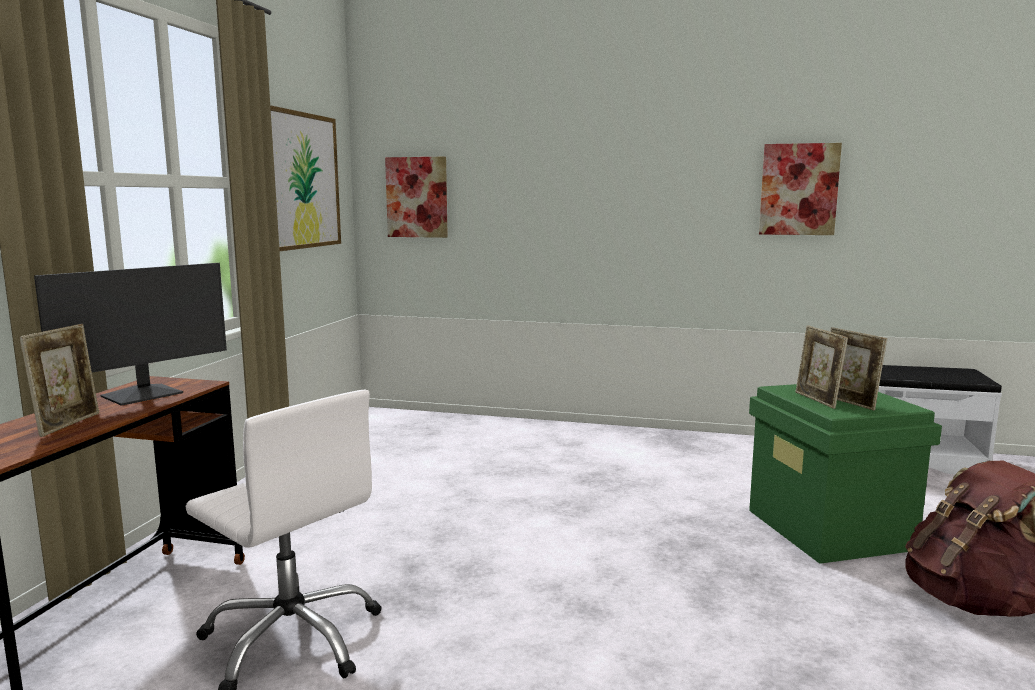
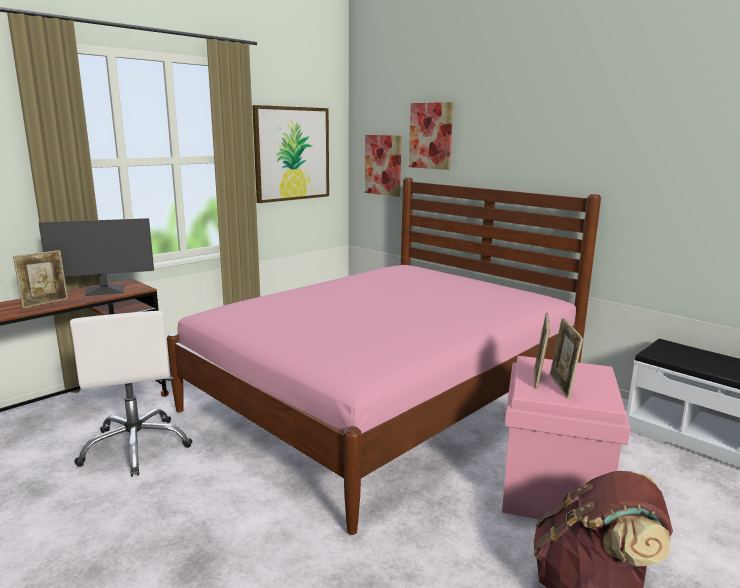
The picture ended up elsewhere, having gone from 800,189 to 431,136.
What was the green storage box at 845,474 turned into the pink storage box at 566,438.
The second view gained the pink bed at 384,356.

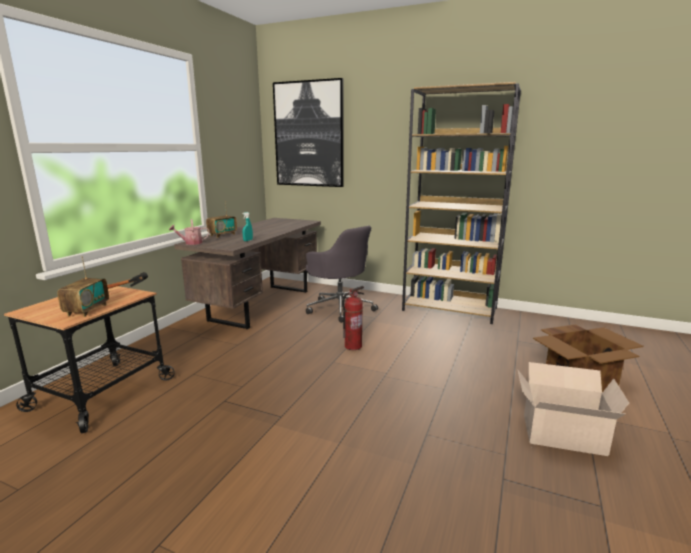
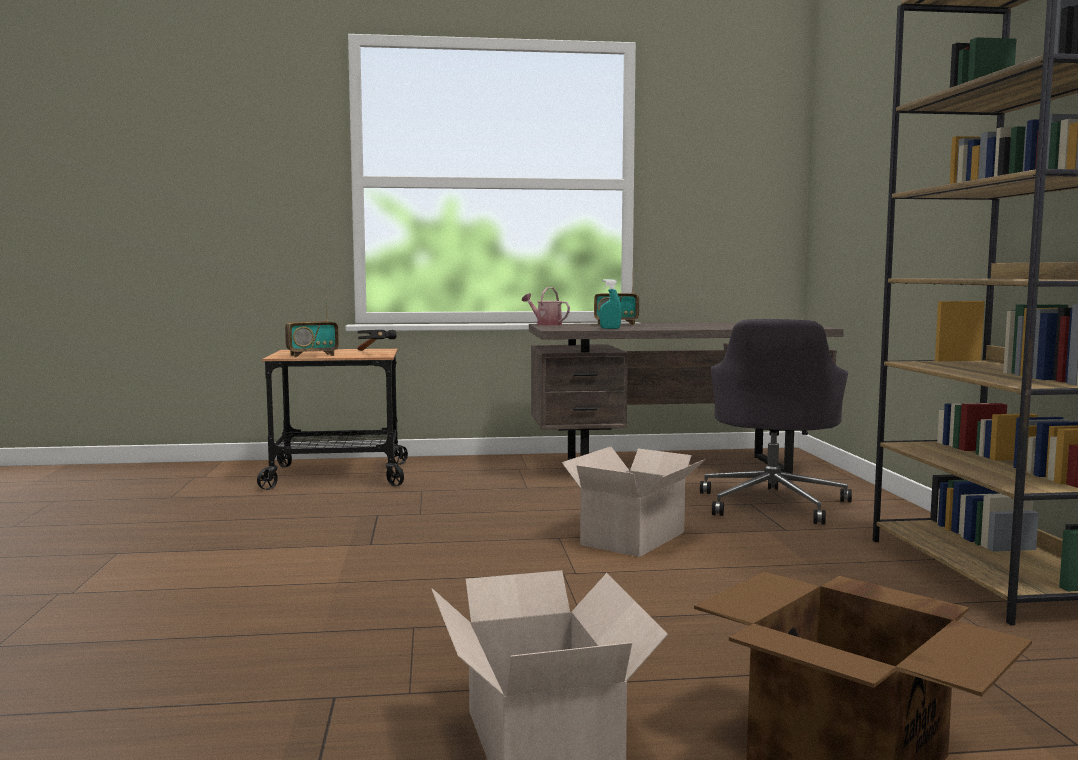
The second view lost the picture at 308,132.
Where the fire extinguisher stood at 353,318, the cardboard box came to stand at 633,502.

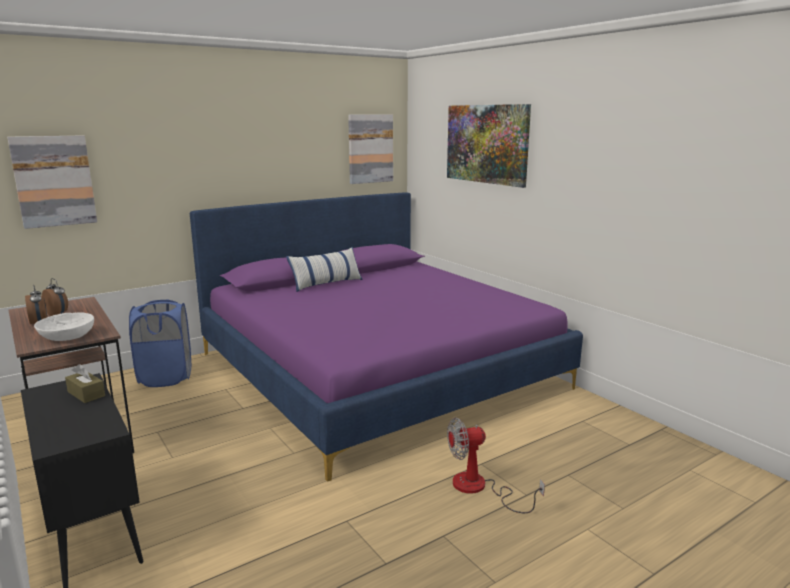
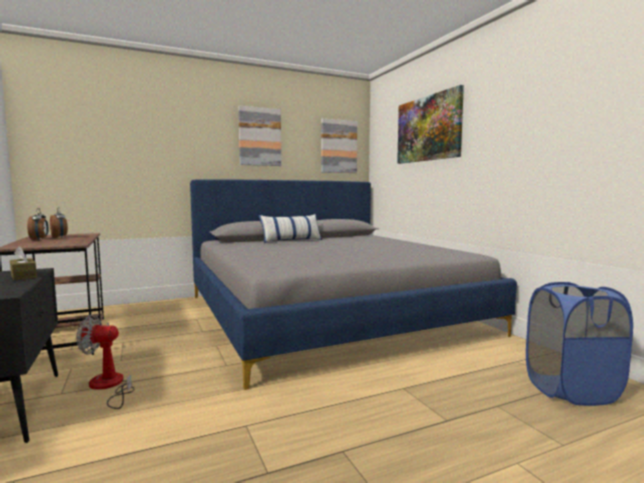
The picture ended up elsewhere, having gone from 52,182 to 259,136.
What was the purple bed at 386,337 turned into the grey bed at 353,284.
The blue laundry basket ended up elsewhere, having gone from 160,343 to 579,344.
The second view lost the white bowl at 64,326.
The fan ended up elsewhere, having gone from 496,465 to 105,362.

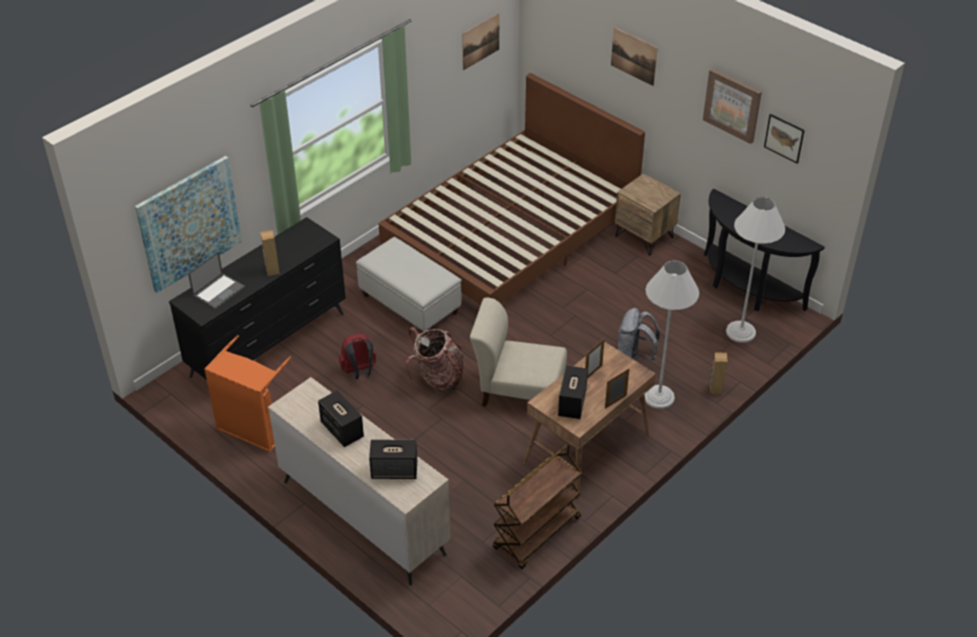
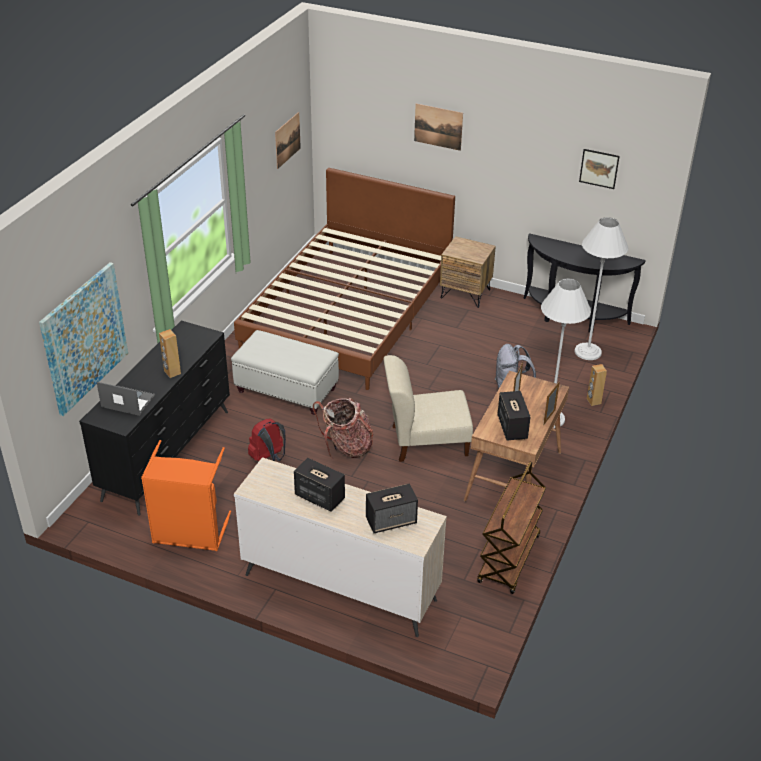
The second view lost the picture at 732,106.
The laptop at 216,280 ended up facing another way, 90 degrees counterclockwise from before.

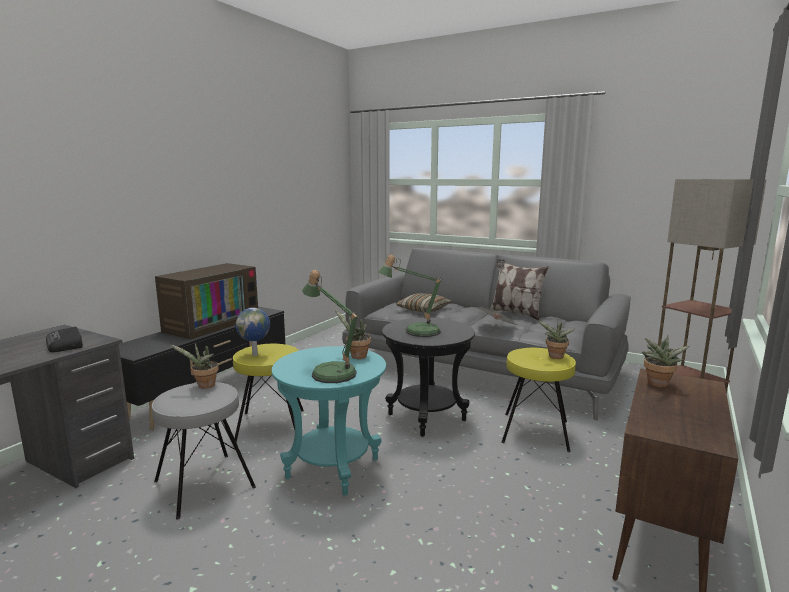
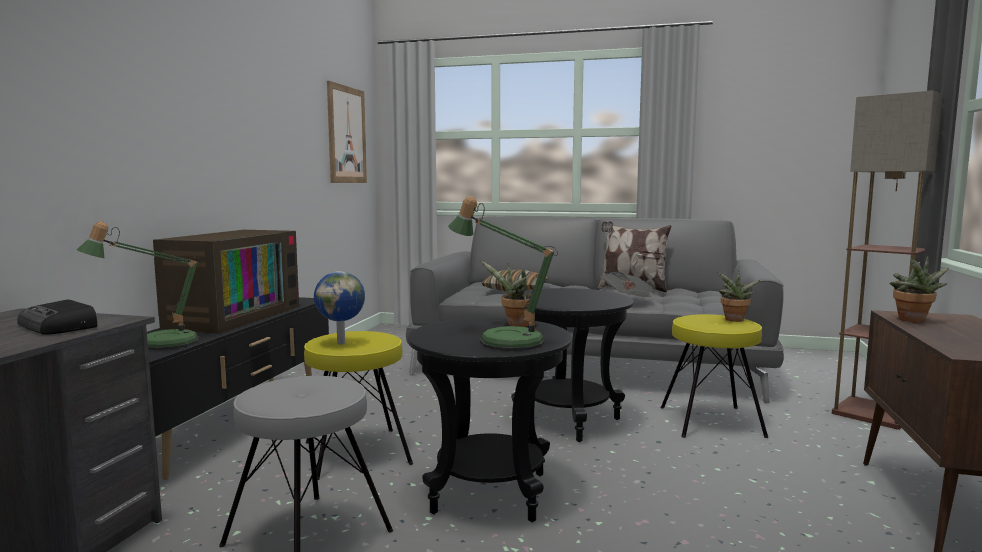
The table lamp ended up elsewhere, having gone from 410,295 to 139,285.
The second view lost the potted plant at 194,366.
What was the turquoise side table at 329,421 turned into the black side table at 490,420.
The second view gained the picture at 347,132.

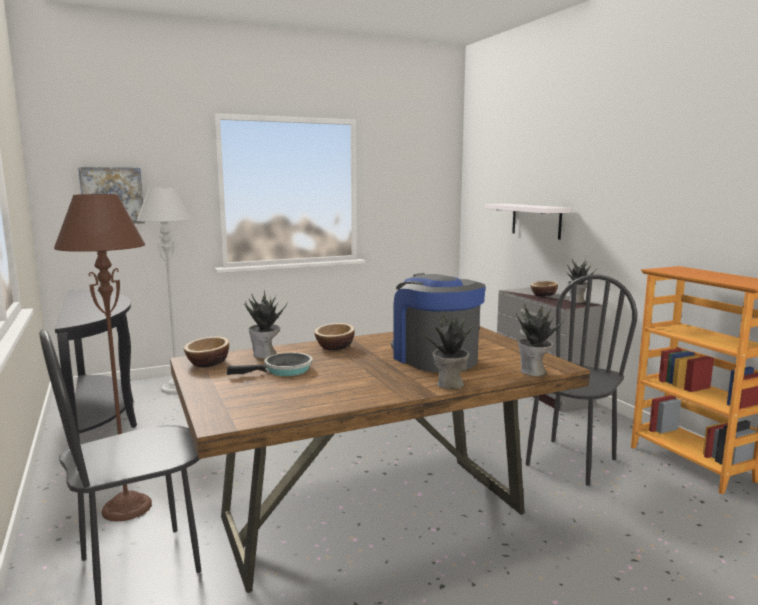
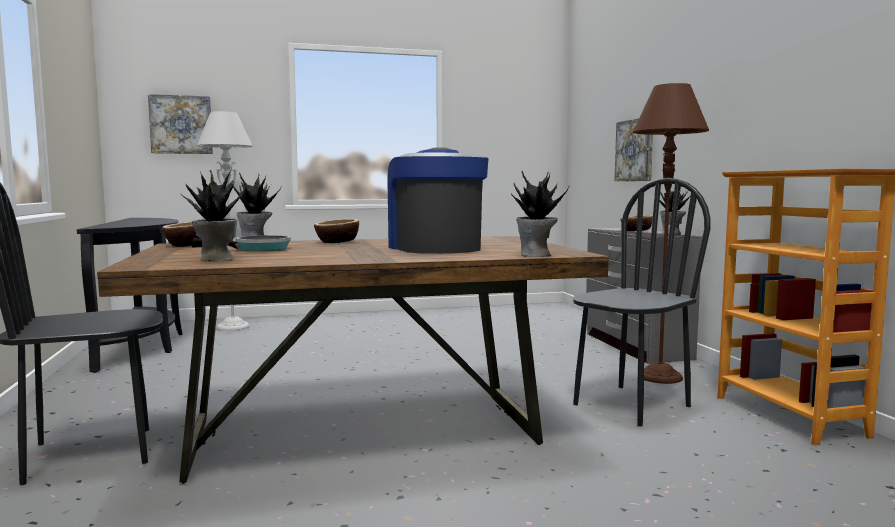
The brown floor lamp ended up elsewhere, having gone from 103,357 to 671,233.
Where the white shelf hung at 528,222, the picture came to hang at 634,149.
The potted plant ended up elsewhere, having gone from 446,349 to 212,216.

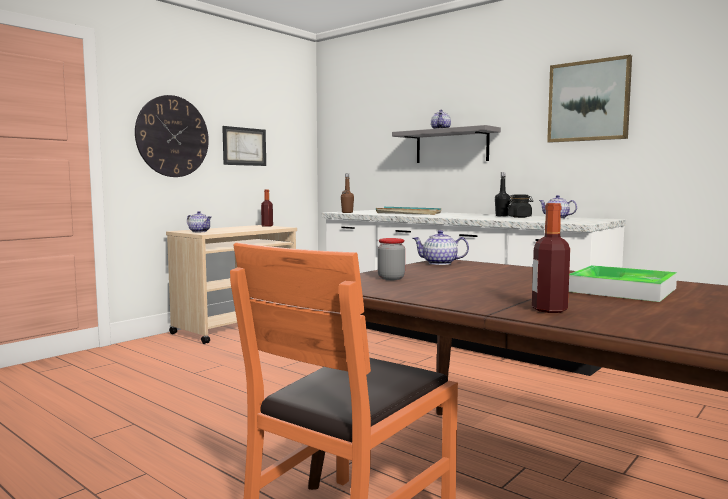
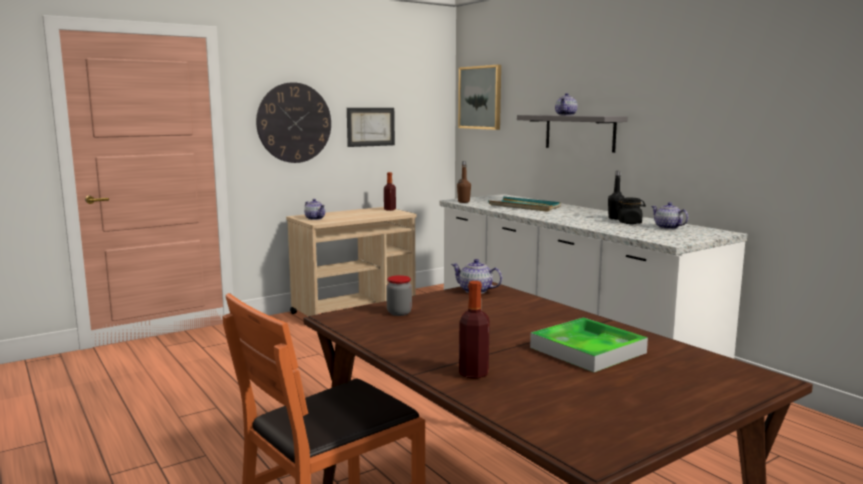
The picture ended up elsewhere, having gone from 589,99 to 479,97.

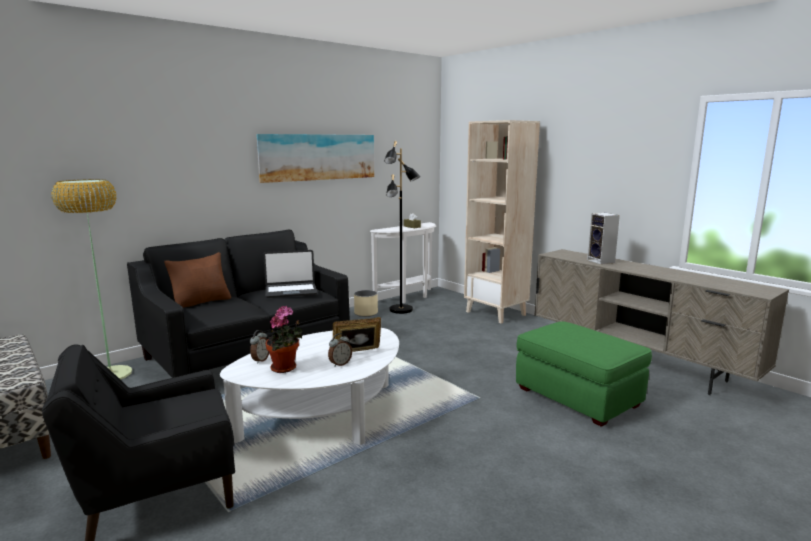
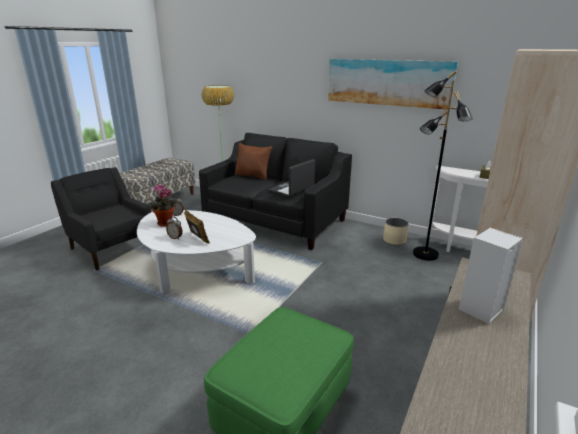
The laptop at 290,274 ended up facing another way, 75 degrees clockwise from before.

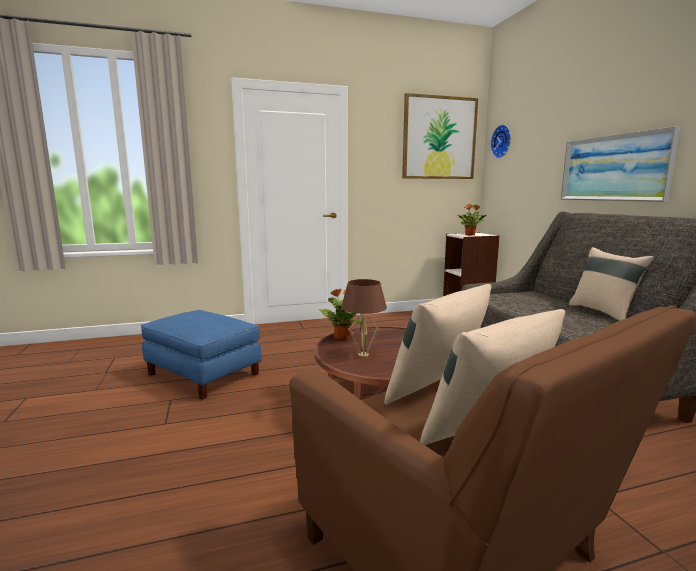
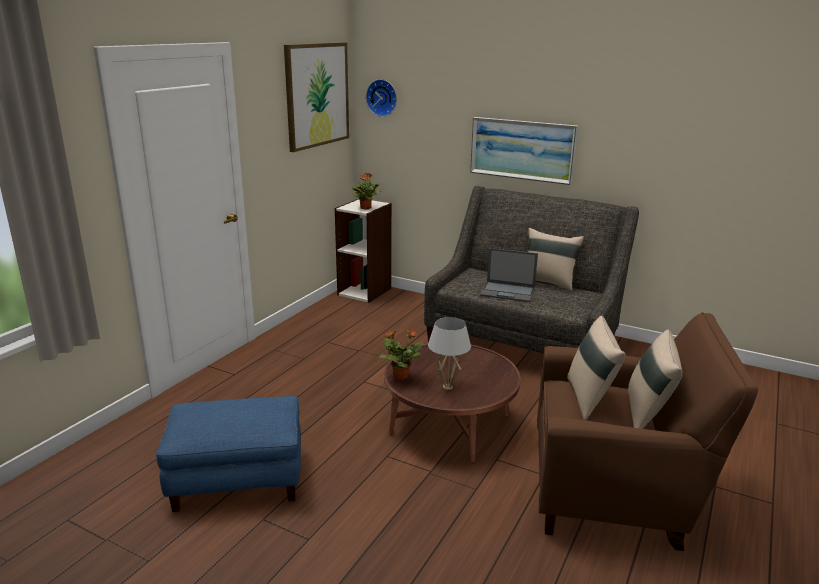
What was the brown table lamp at 364,318 turned into the white table lamp at 449,353.
The second view gained the laptop at 509,275.

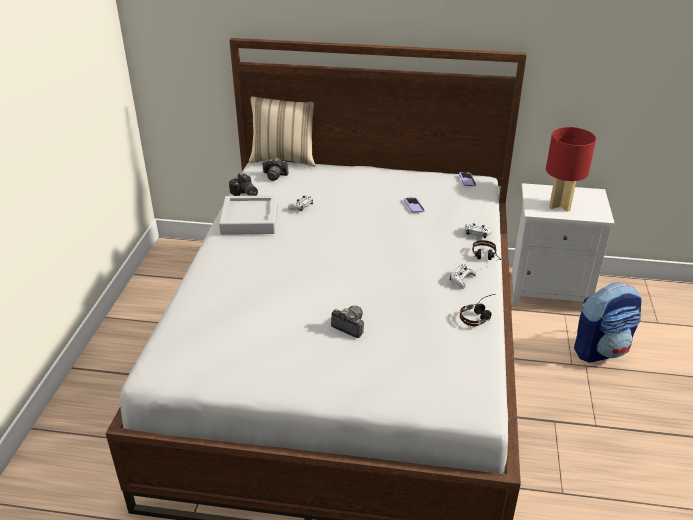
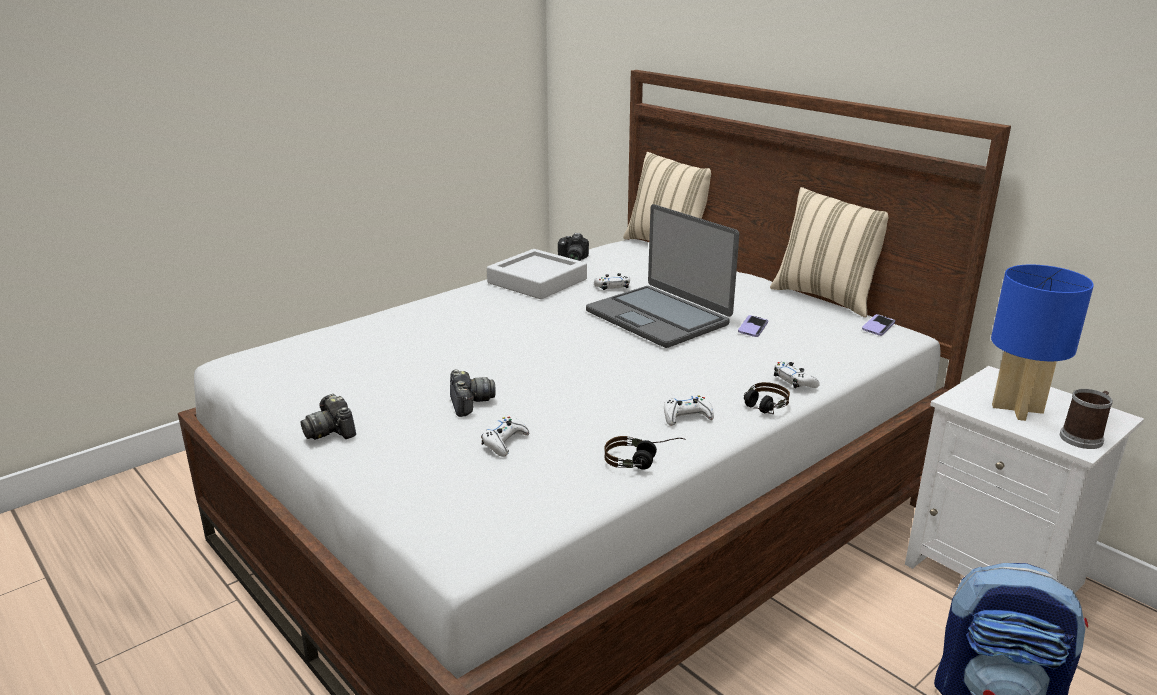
What was the red table lamp at 571,169 turned into the blue table lamp at 1042,343.
The photo camera ended up elsewhere, having gone from 275,169 to 328,417.
The second view gained the beige pillow at 829,252.
The second view gained the laptop at 662,276.
The second view gained the mug at 1086,419.
The second view gained the white game controller at 505,437.

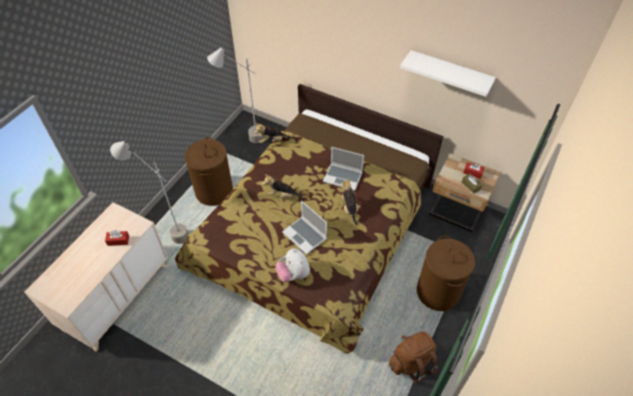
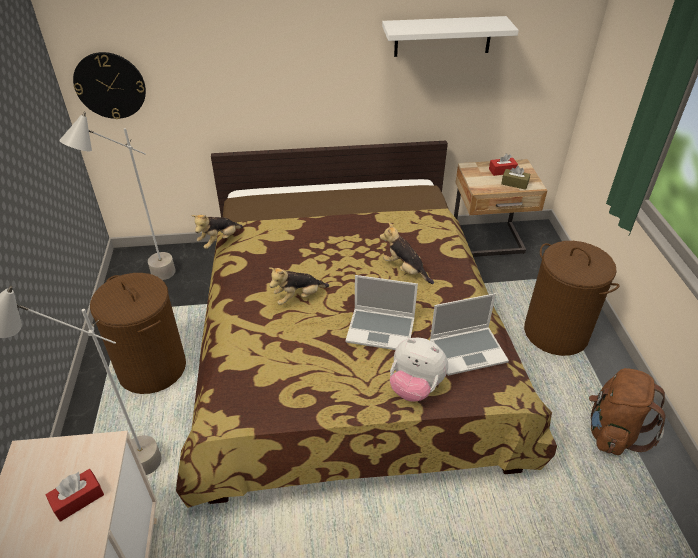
The laptop ended up elsewhere, having gone from 343,169 to 469,334.
The second view gained the wall clock at 109,85.

